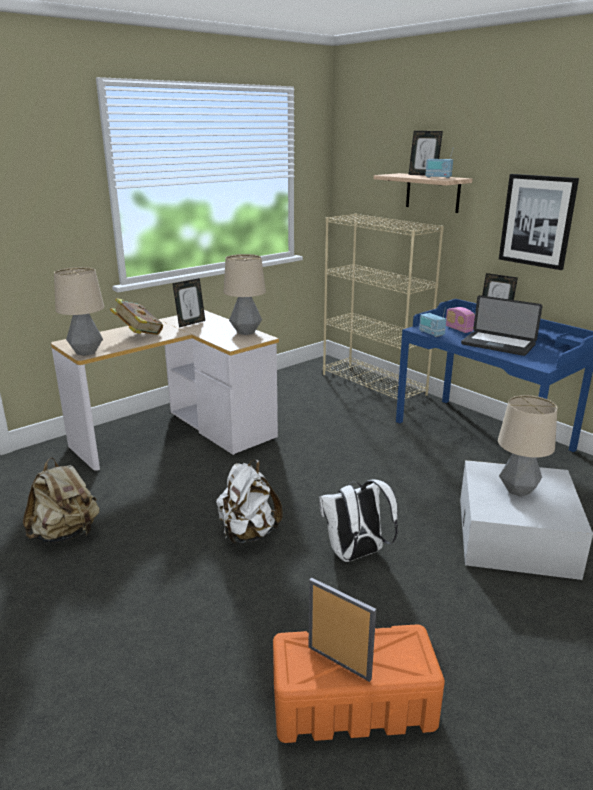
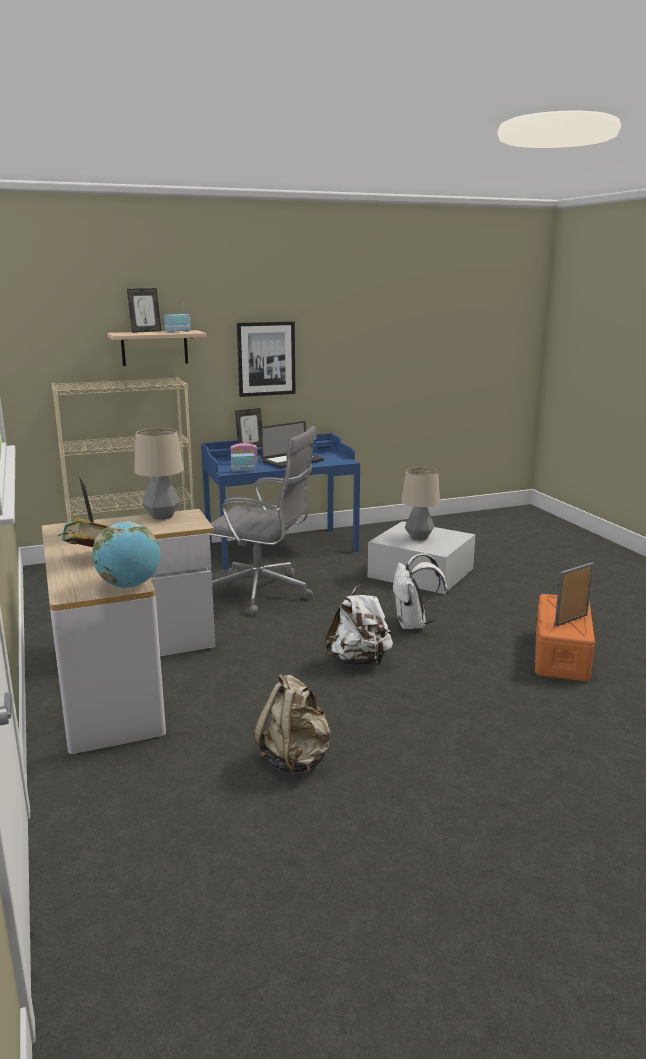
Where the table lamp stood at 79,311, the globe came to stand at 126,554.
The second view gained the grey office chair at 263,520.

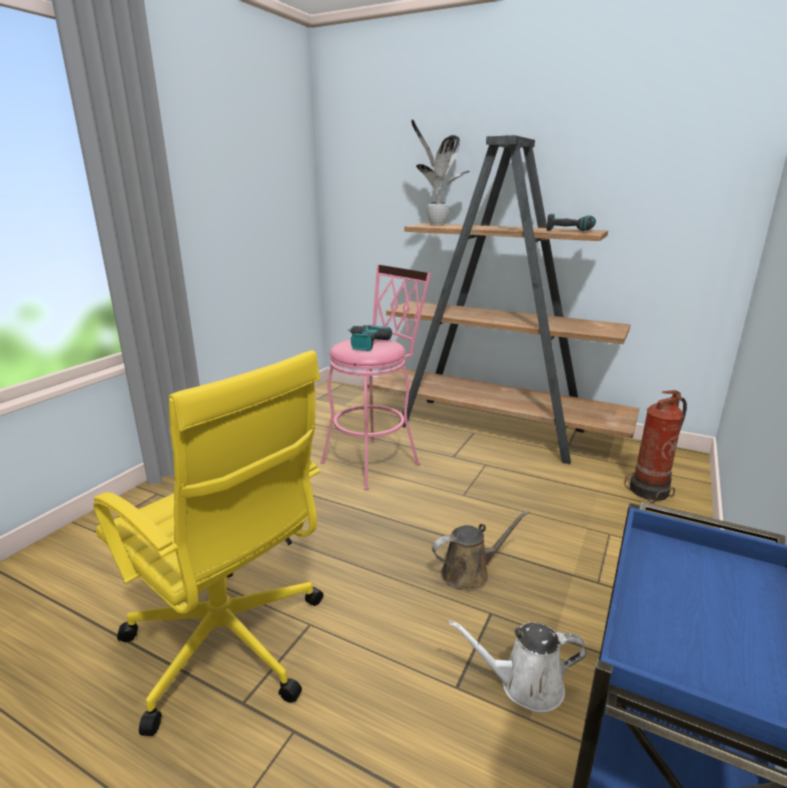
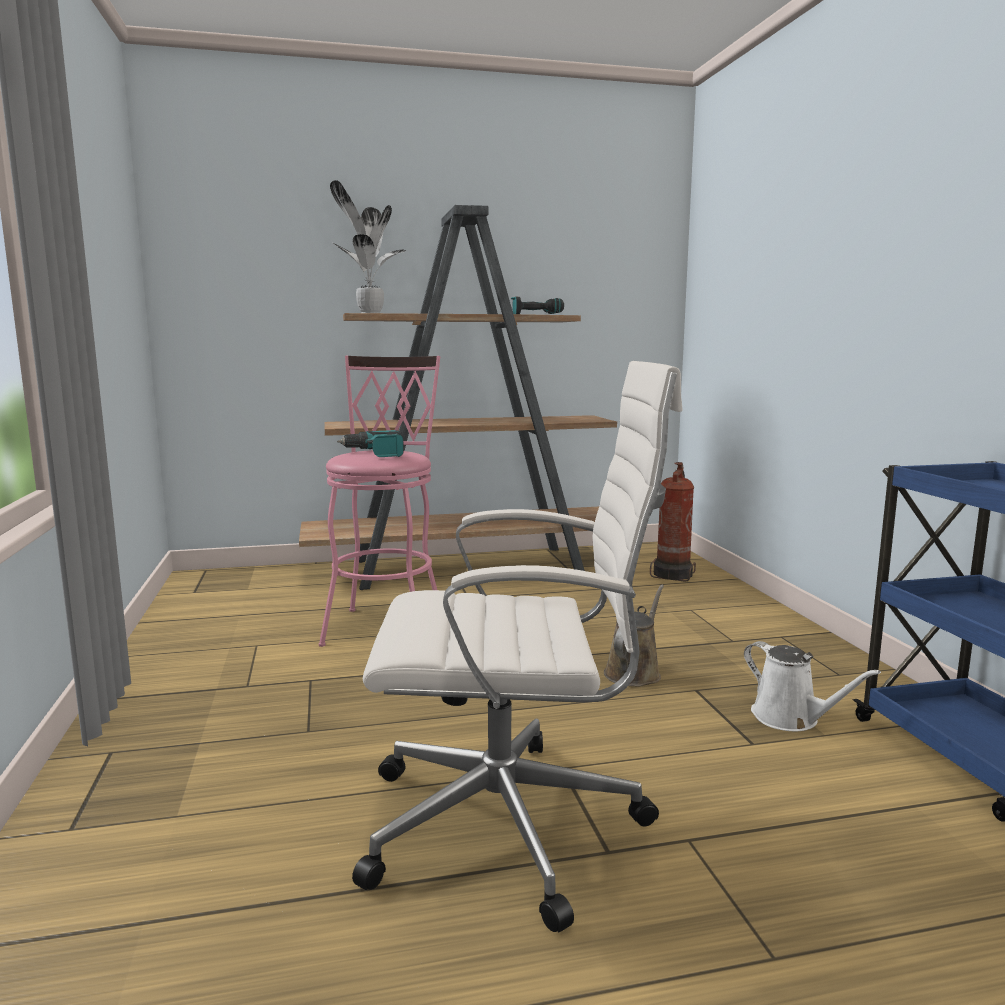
What was the yellow office chair at 208,543 turned into the white office chair at 517,646.
The white watering can at 518,666 ended up facing another way, 90 degrees counterclockwise from before.

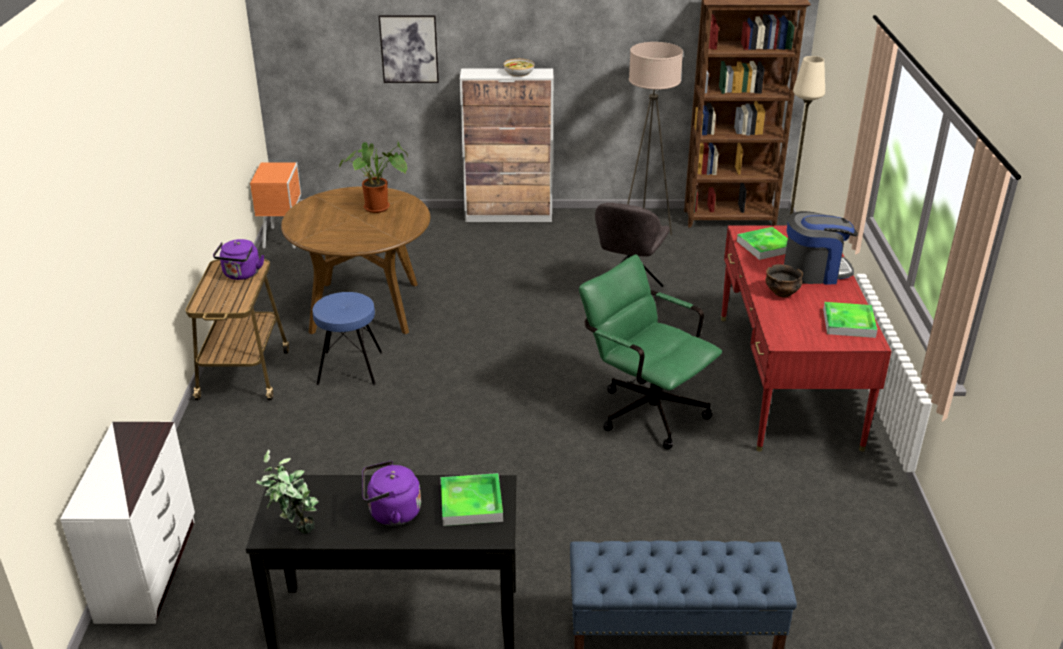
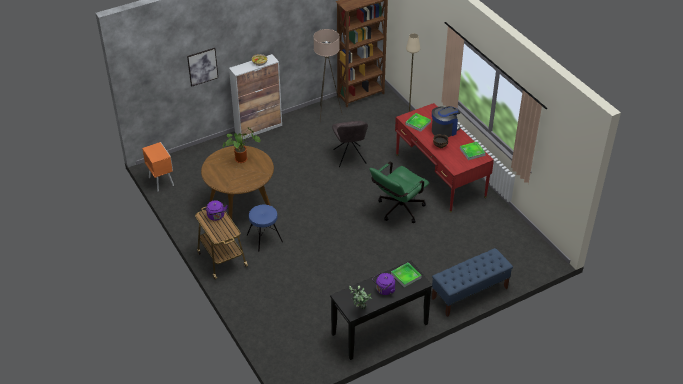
The green office chair at 650,352 ended up facing another way, 60 degrees counterclockwise from before.
The second view lost the white dresser at 127,523.

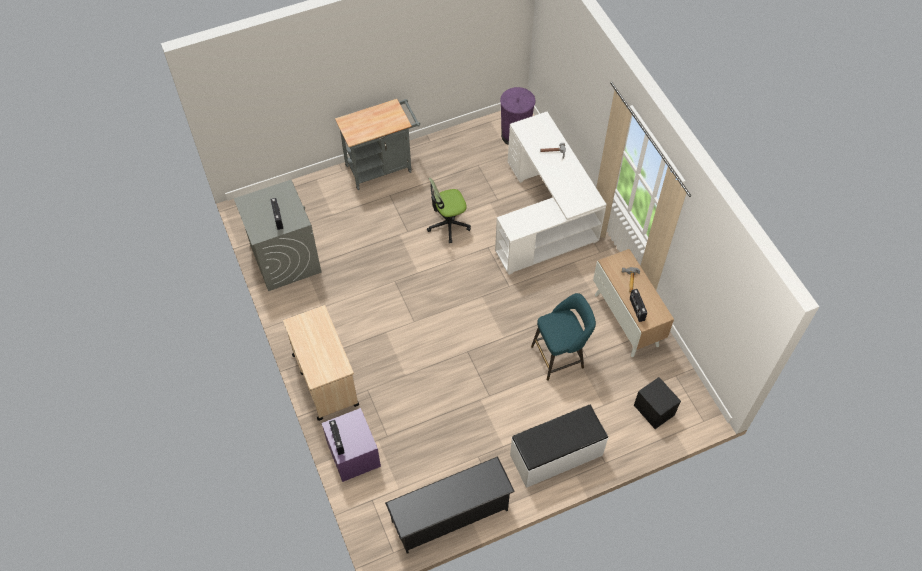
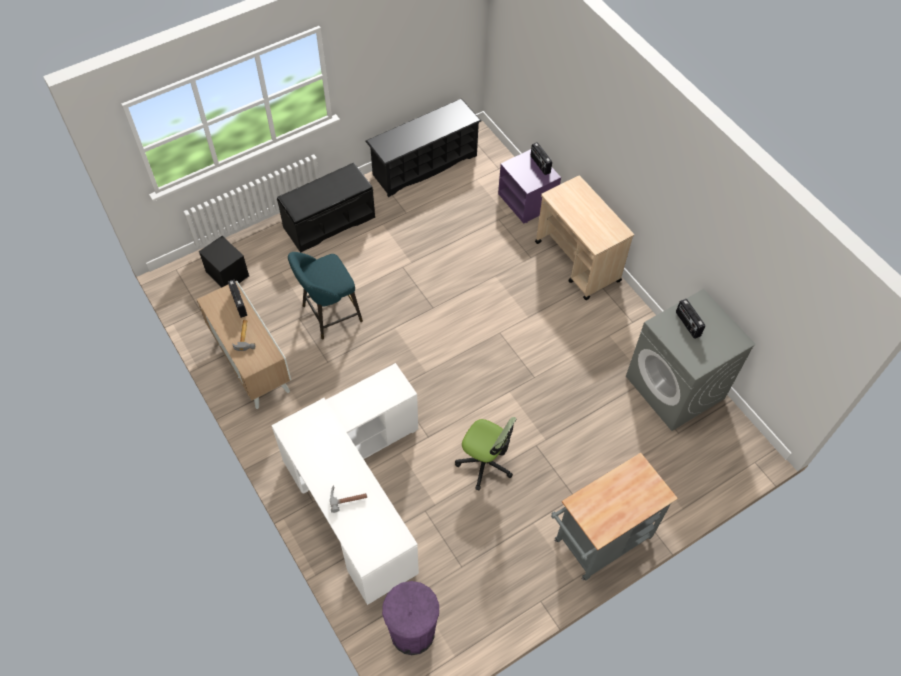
The office chair at 449,210 ended up facing another way, 60 degrees clockwise from before.
What was the white bench at 559,446 turned into the black bench at 326,208.

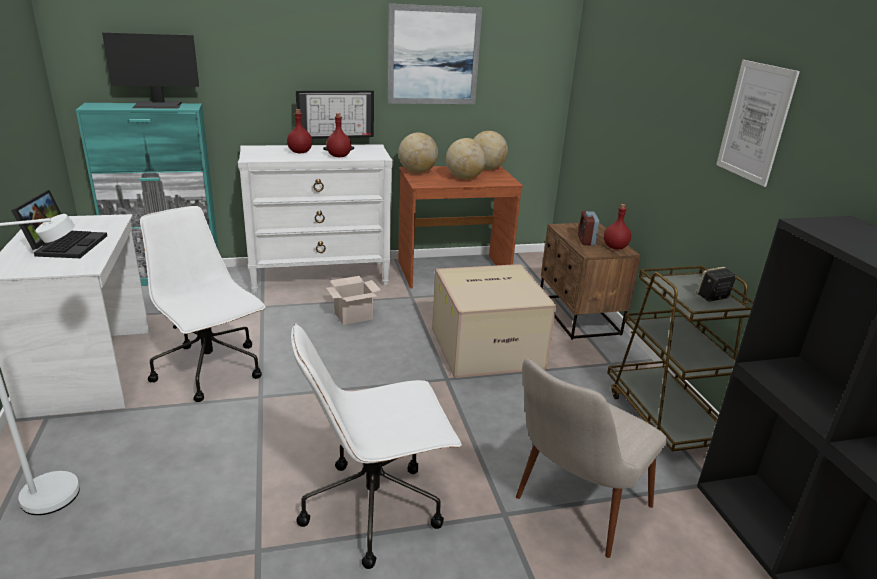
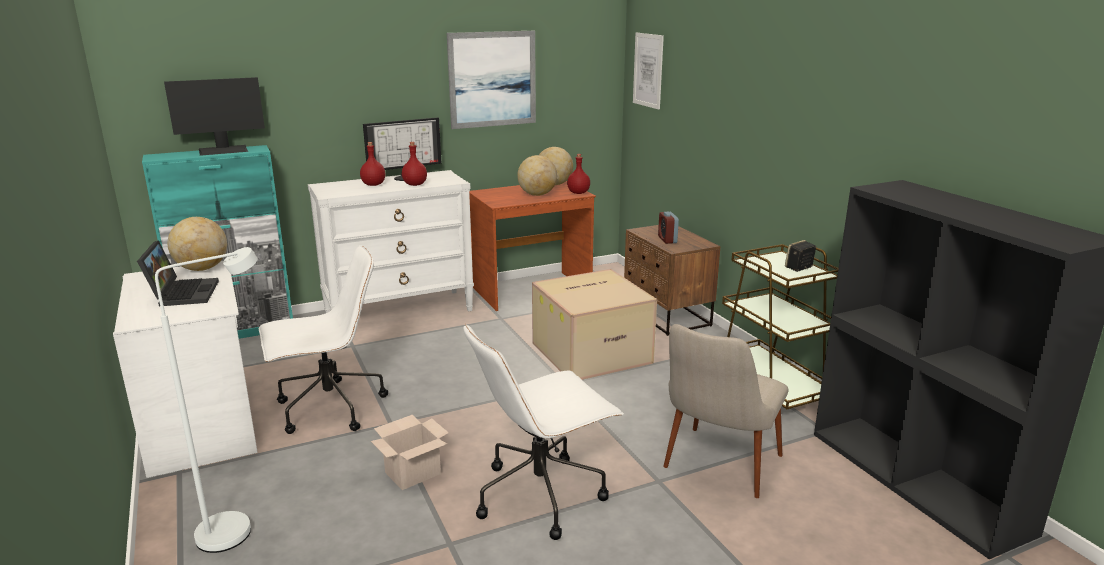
The picture ended up elsewhere, having gone from 758,123 to 648,71.
The globe ended up elsewhere, having gone from 418,152 to 197,244.
The red bottle ended up elsewhere, having gone from 617,227 to 578,174.
The white office chair at 203,304 ended up facing another way, 120 degrees clockwise from before.
The cardboard box ended up elsewhere, having gone from 353,300 to 410,452.

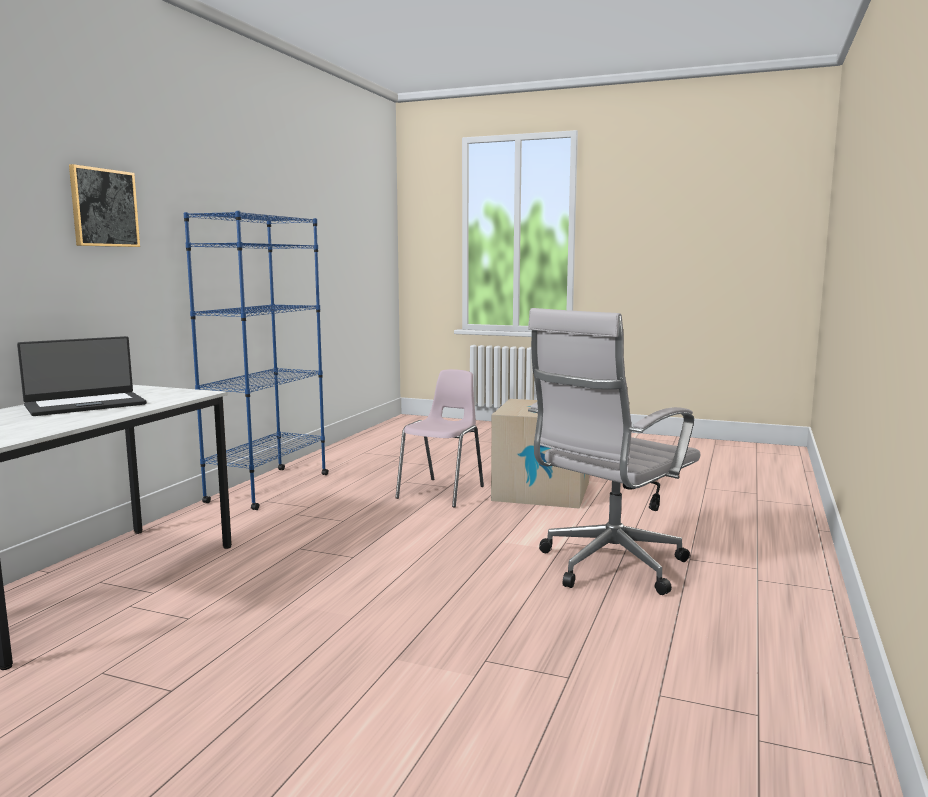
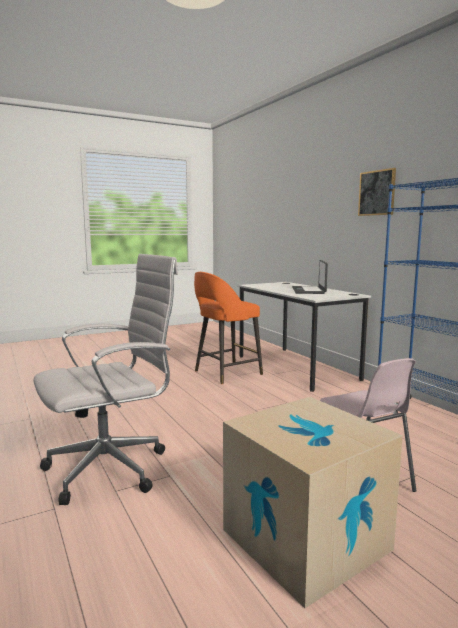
The white office chair at 614,451 ended up facing another way, 60 degrees clockwise from before.
The second view gained the orange stool at 228,328.

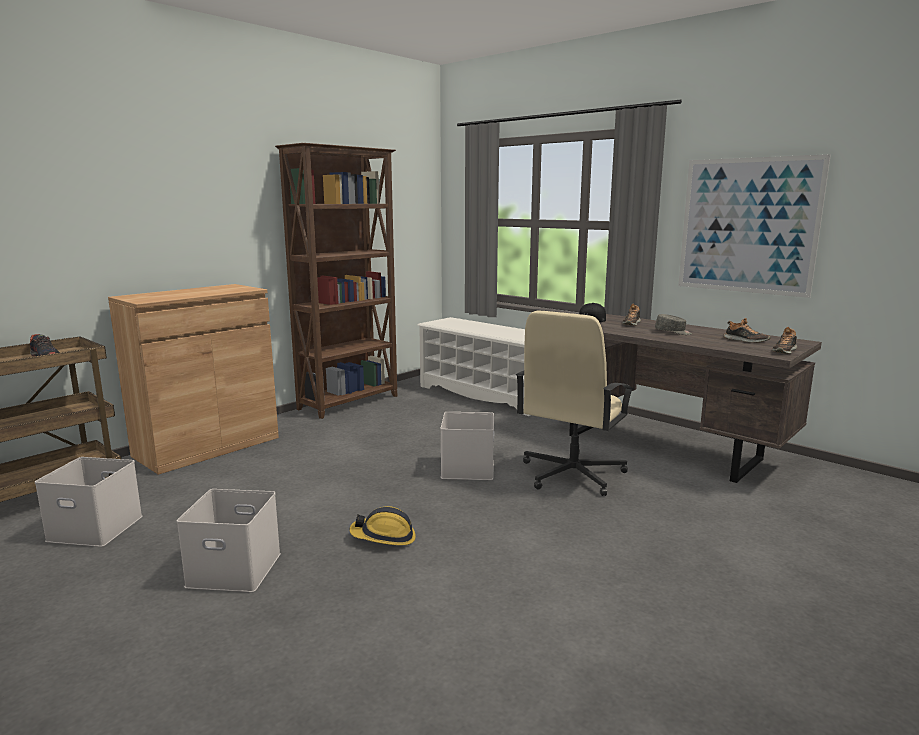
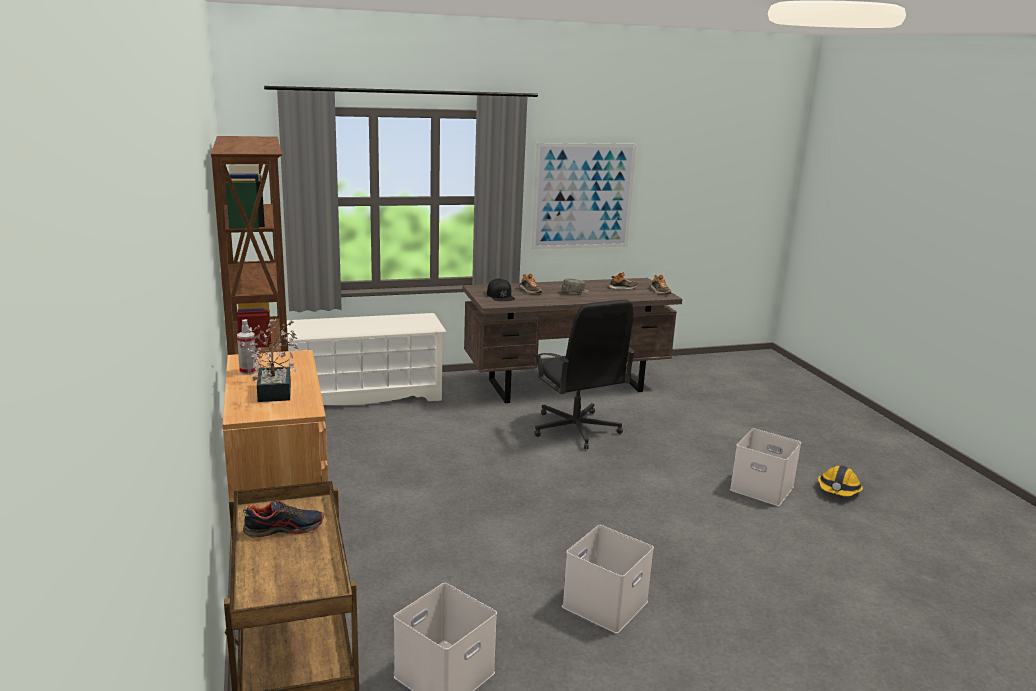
What was the beige office chair at 575,403 turned into the black office chair at 585,374.
The white storage box ended up elsewhere, having gone from 467,446 to 765,467.
The hard hat ended up elsewhere, having gone from 383,526 to 840,480.
The second view gained the spray bottle at 246,347.
The second view gained the potted plant at 270,360.

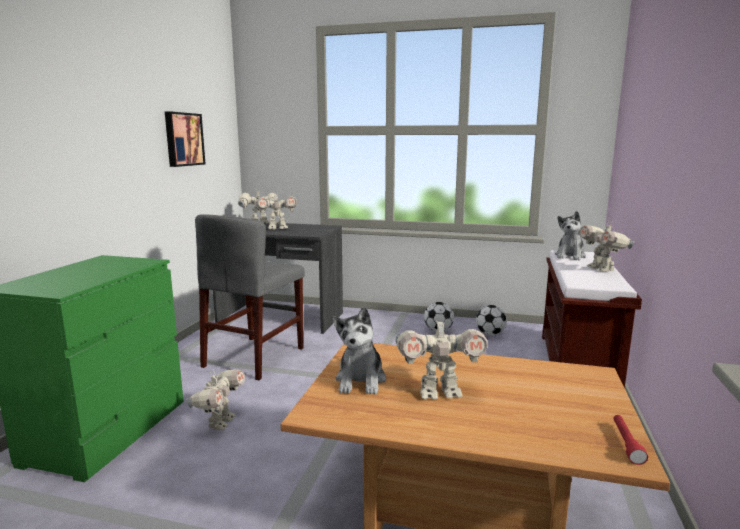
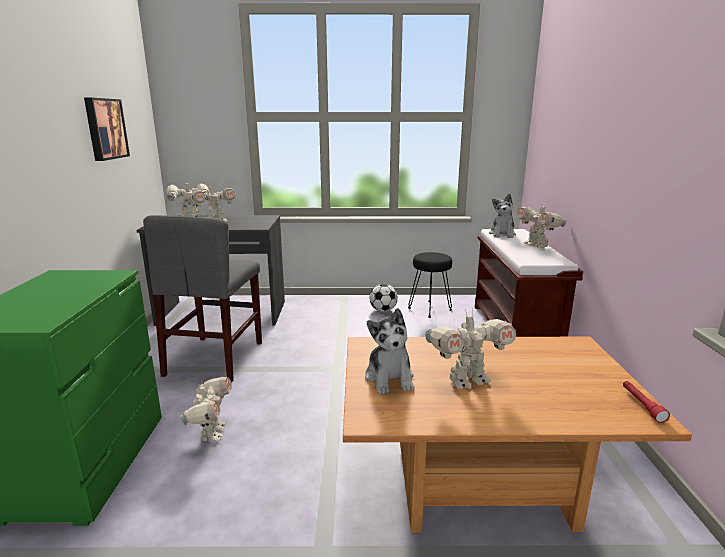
Where the football stood at 491,320, the black stool came to stand at 430,285.

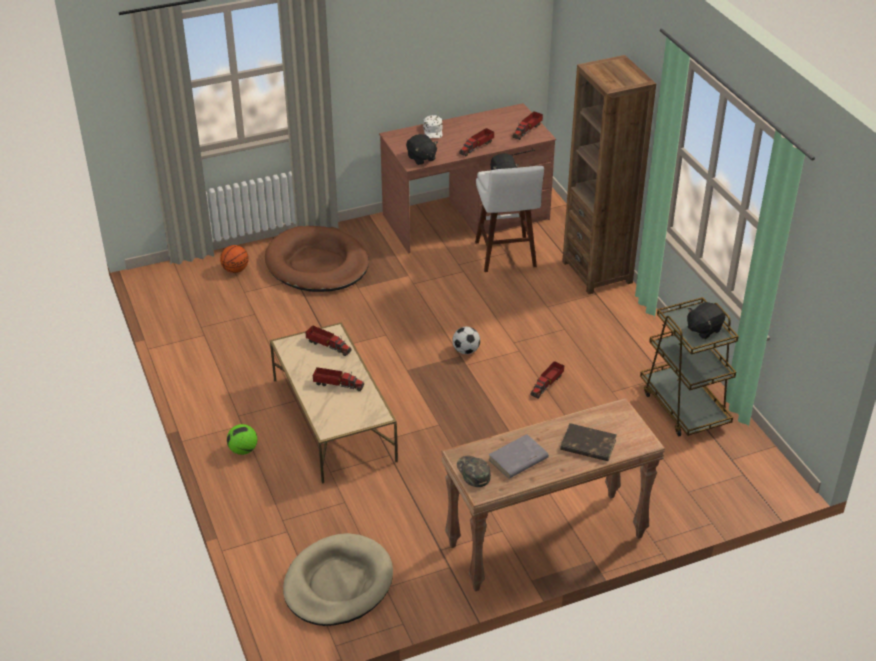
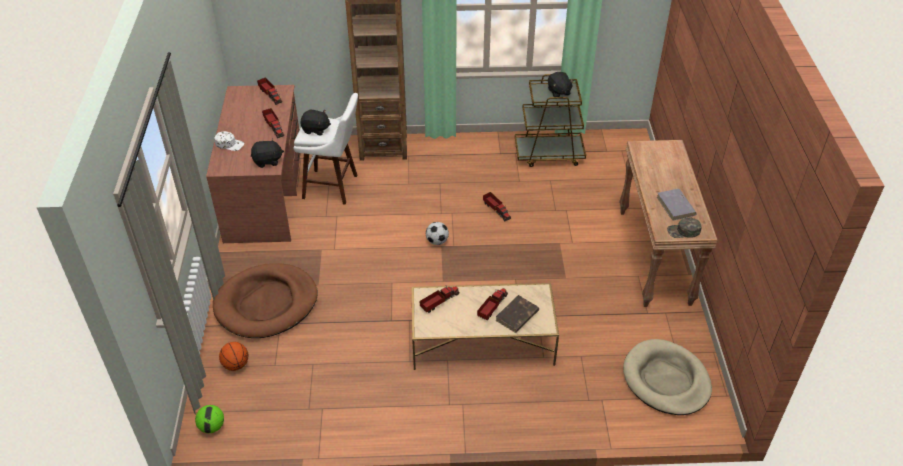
The brown book ended up elsewhere, having gone from 588,442 to 517,314.
The football ended up elsewhere, having gone from 242,439 to 209,419.

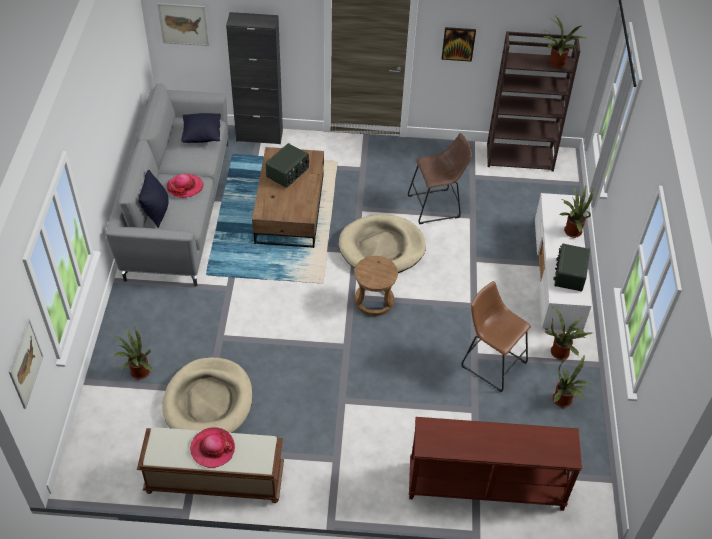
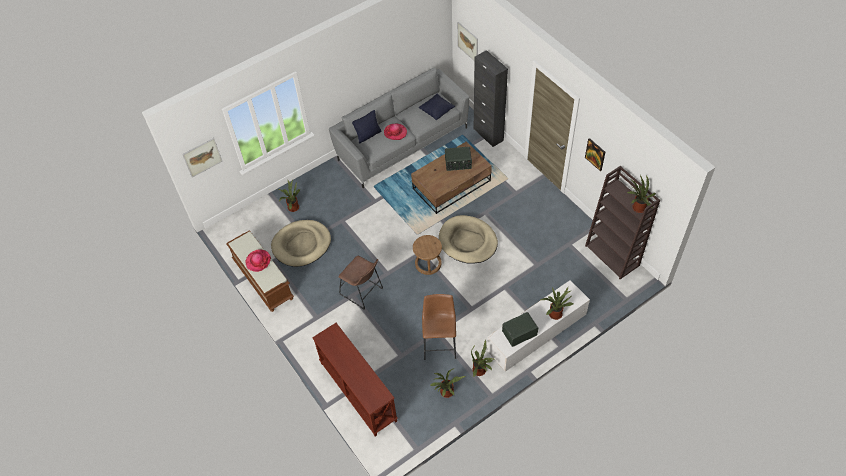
The brown stool ended up elsewhere, having gone from 440,178 to 360,283.

